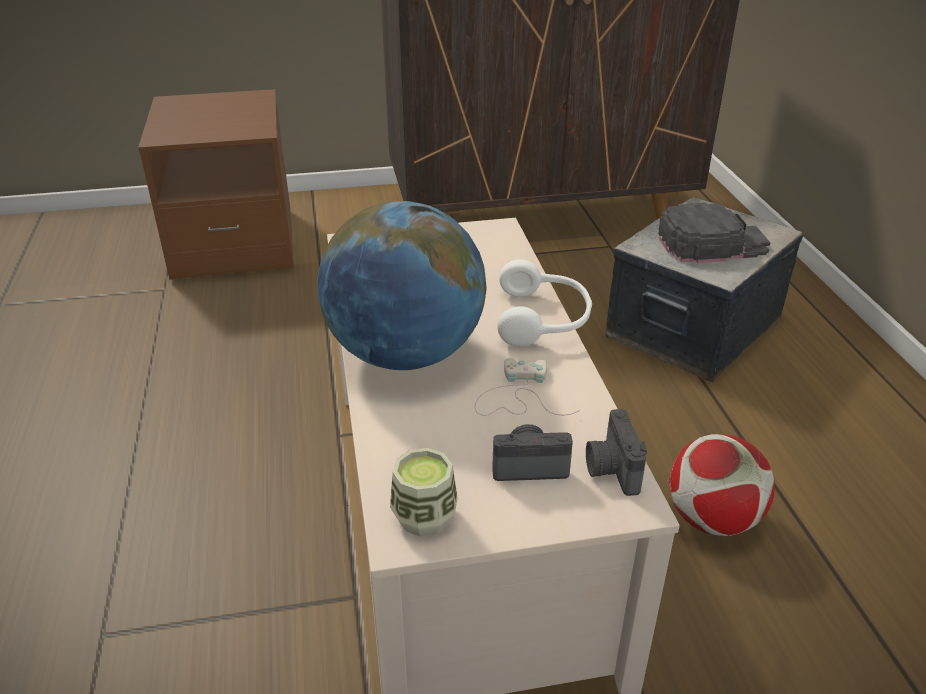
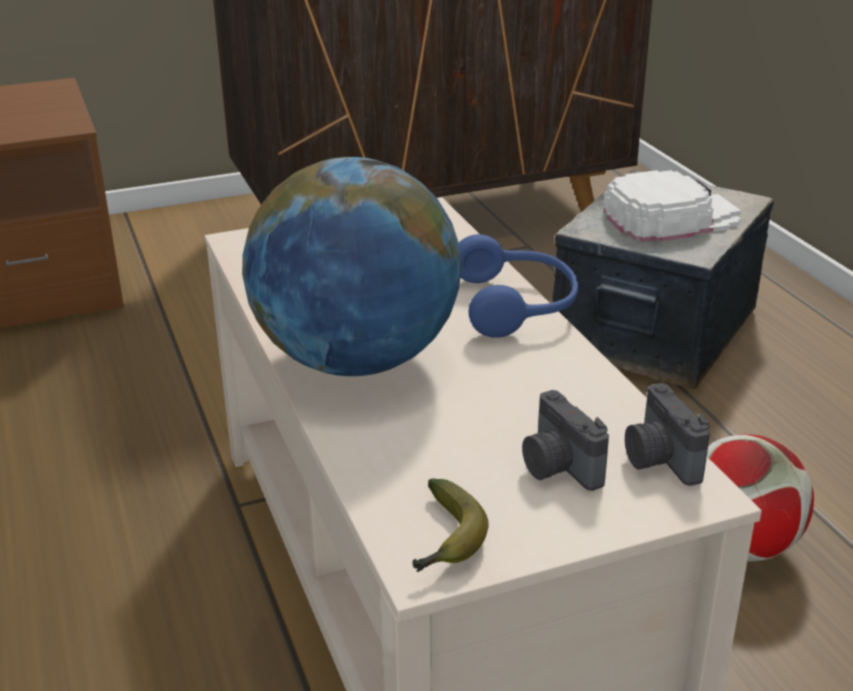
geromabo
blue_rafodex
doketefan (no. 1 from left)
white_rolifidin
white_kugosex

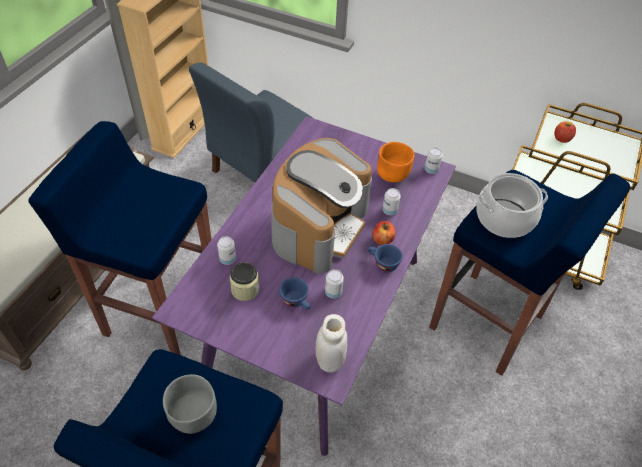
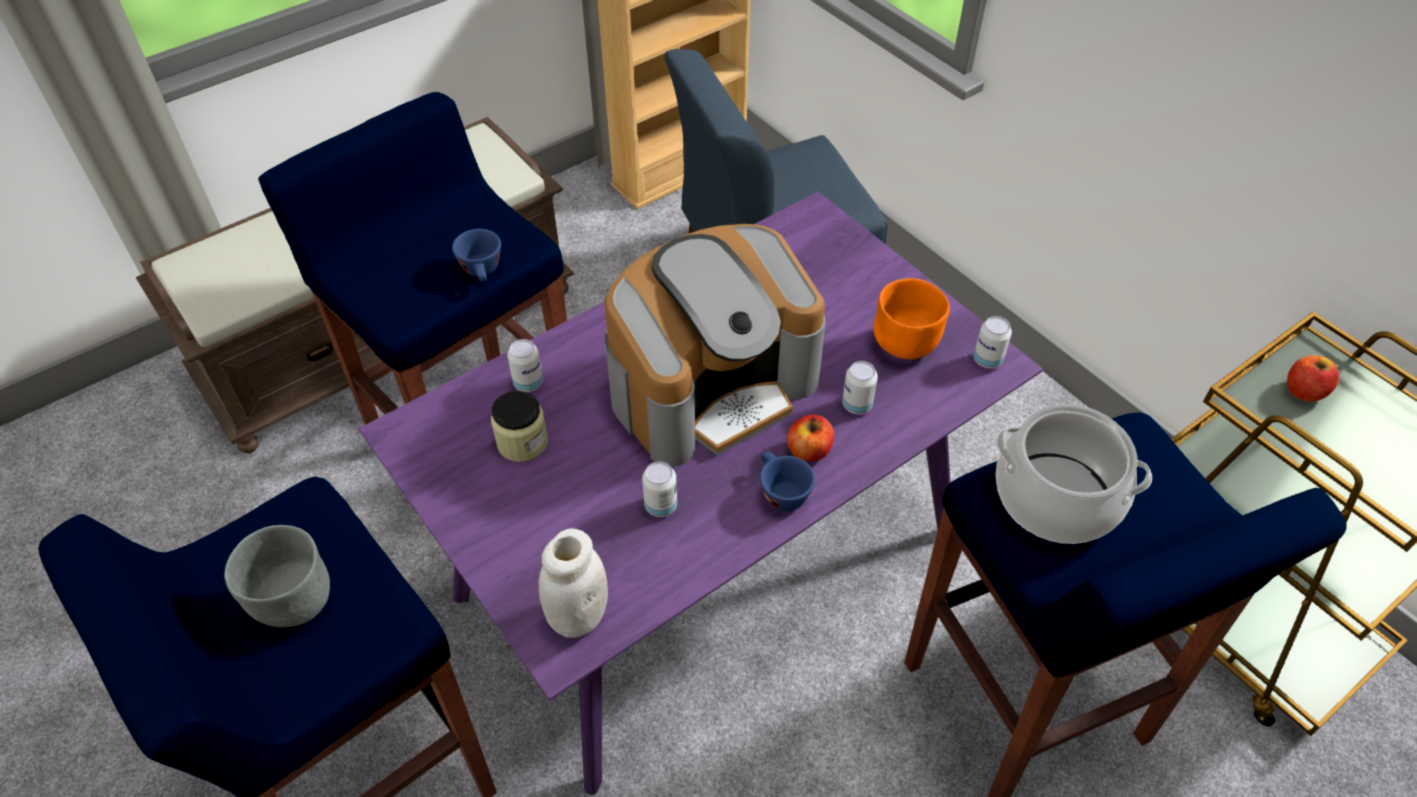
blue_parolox (no. 1 from left)

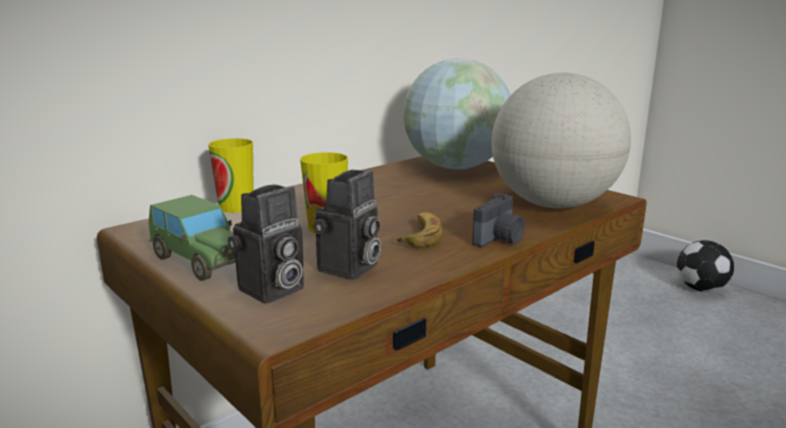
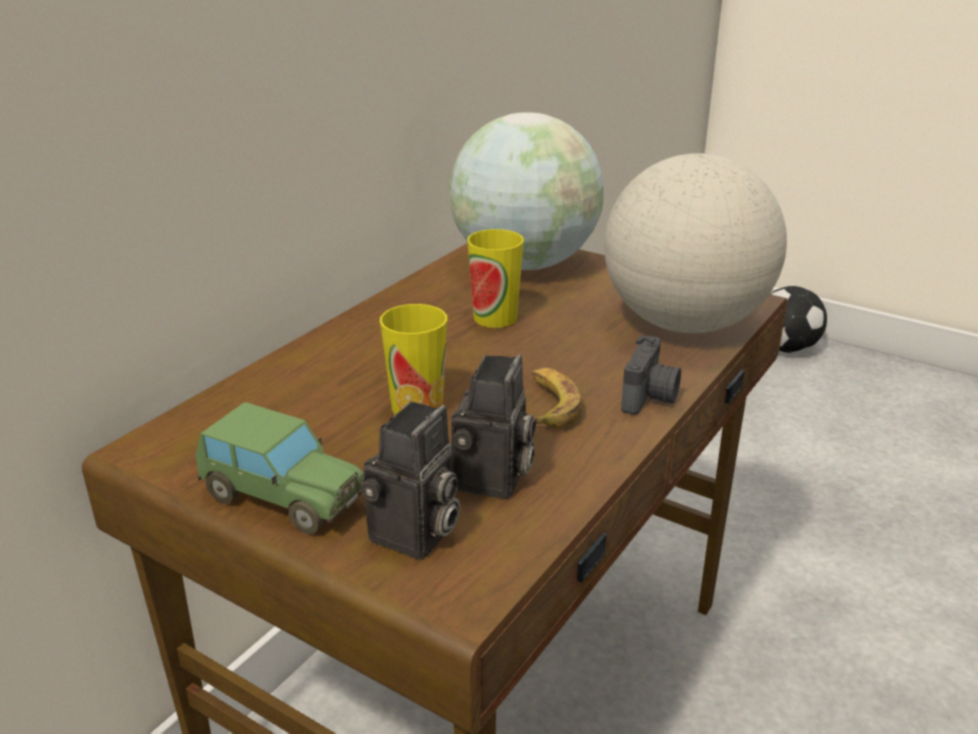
parolox (no. 2 from left)

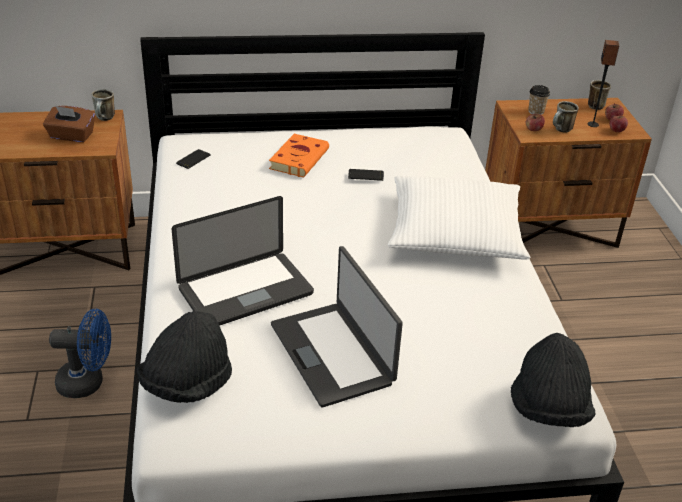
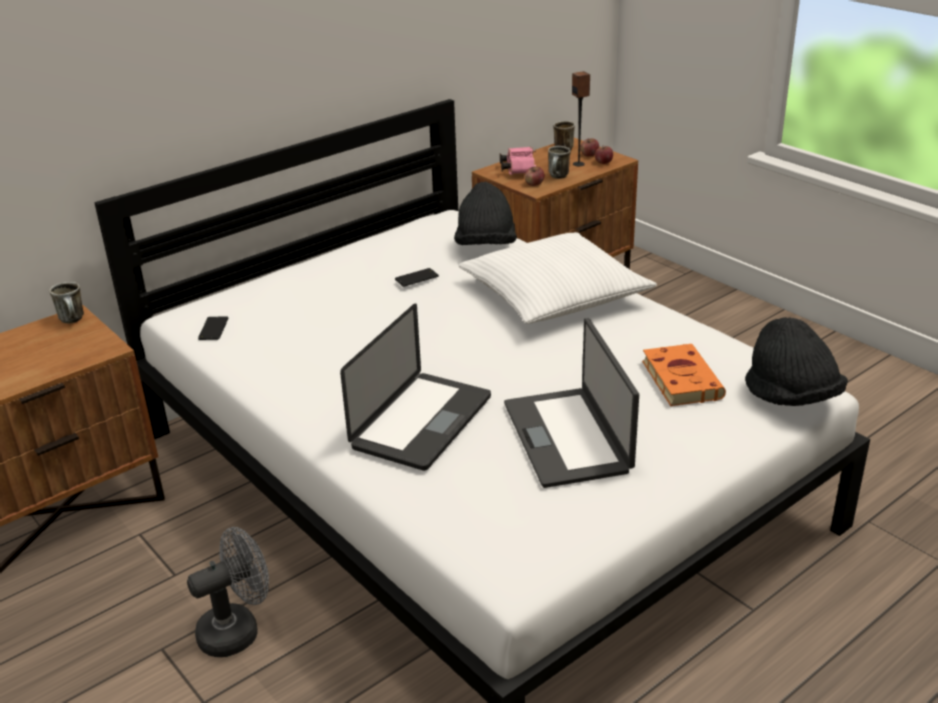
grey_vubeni
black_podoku (no. 1 from left)
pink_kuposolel
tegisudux (no. 2 from left)
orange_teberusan
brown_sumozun

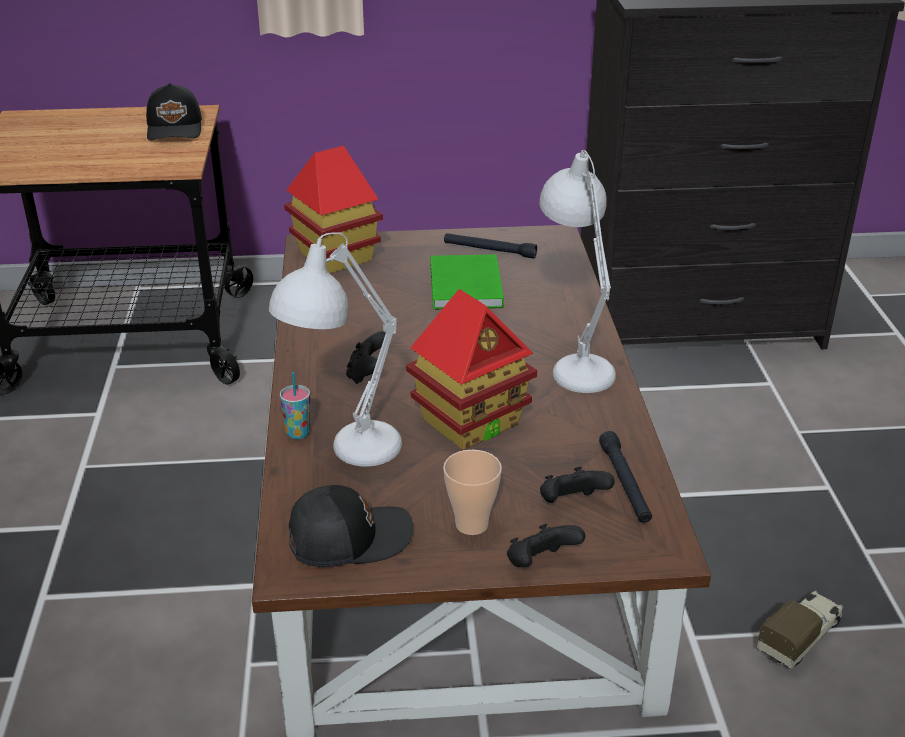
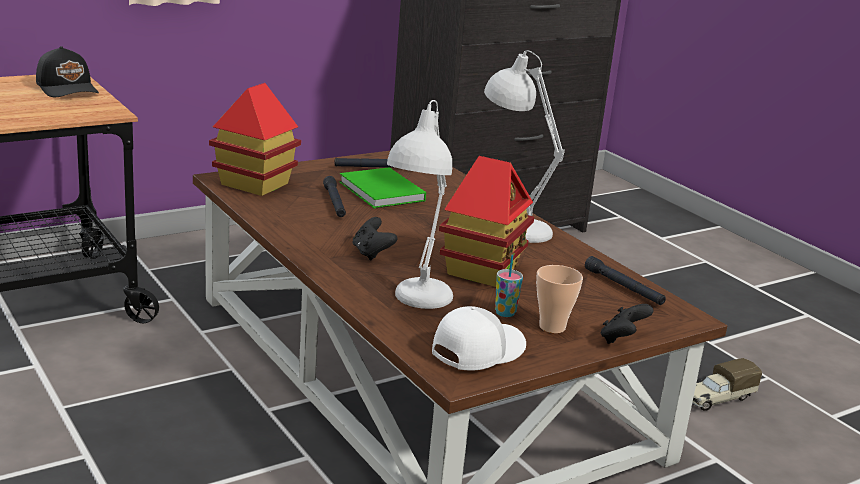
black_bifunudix (no. 1 from left)
white_rolifidin
parolox (no. 1 from left)
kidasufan
black_kugosex (no. 3 from left in the first image)

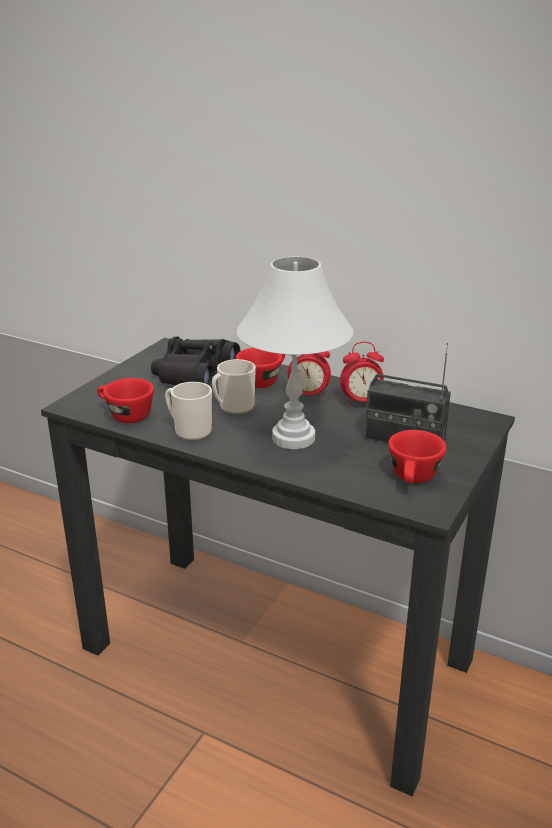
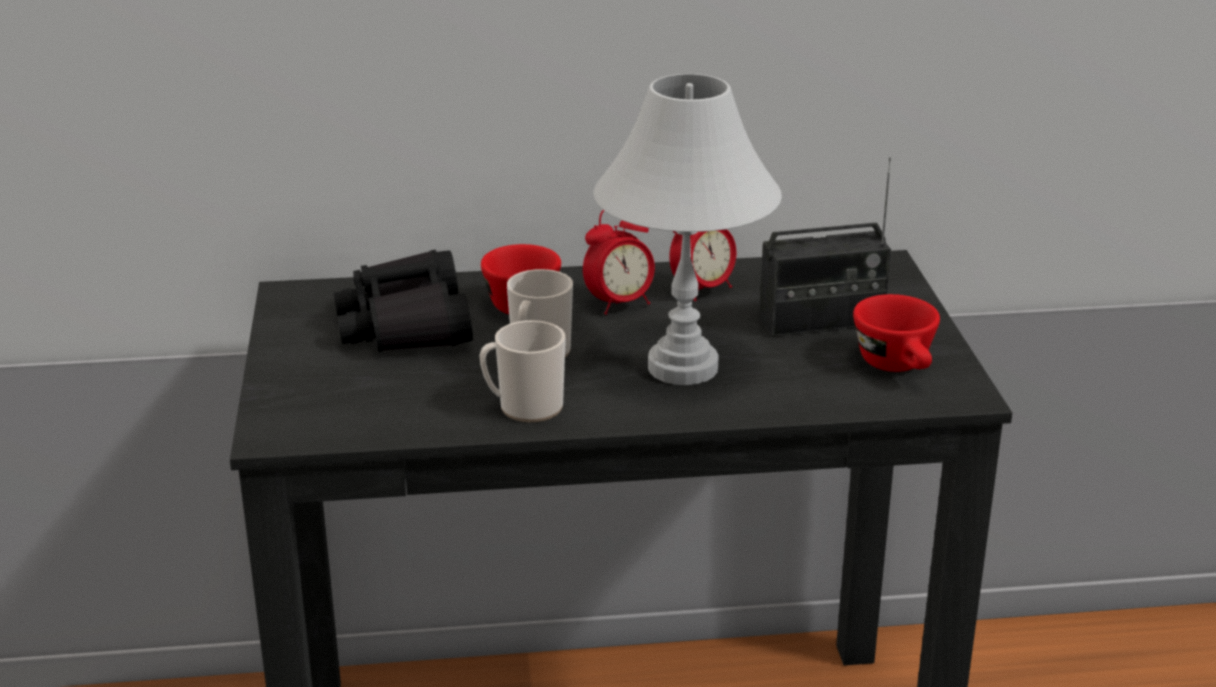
red_parolox (no. 1 from left in the first image)

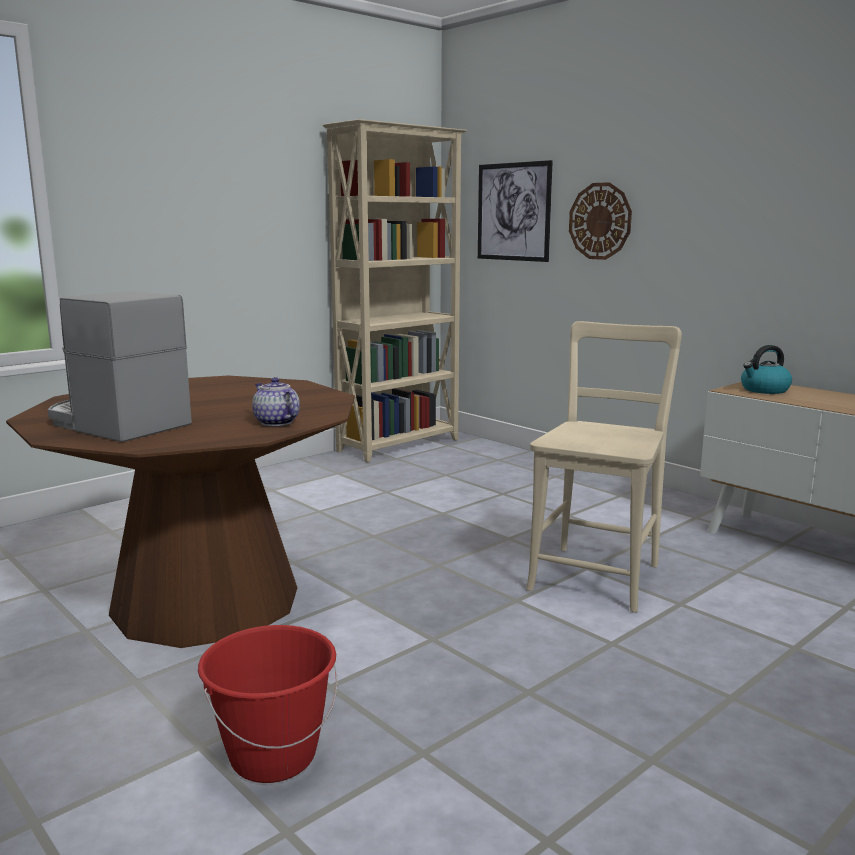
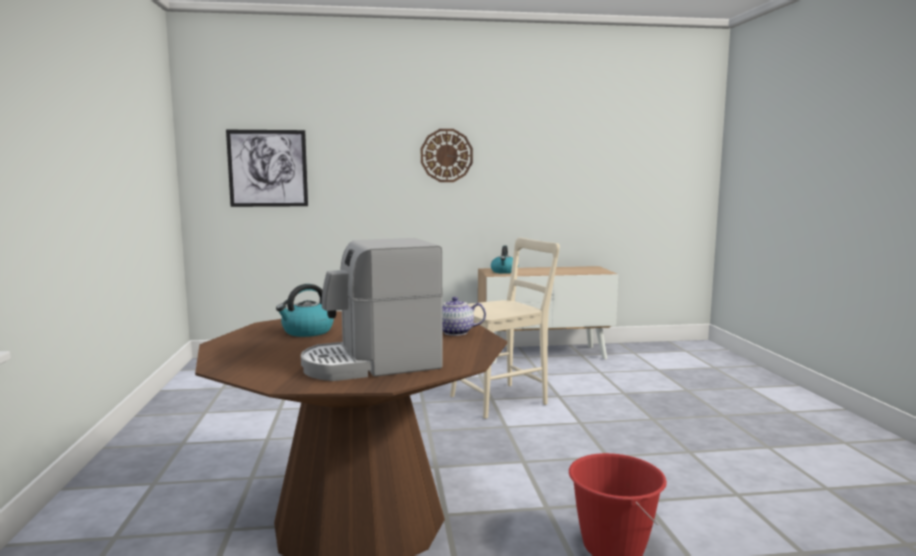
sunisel (no. 1 from left)
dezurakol
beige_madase
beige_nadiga

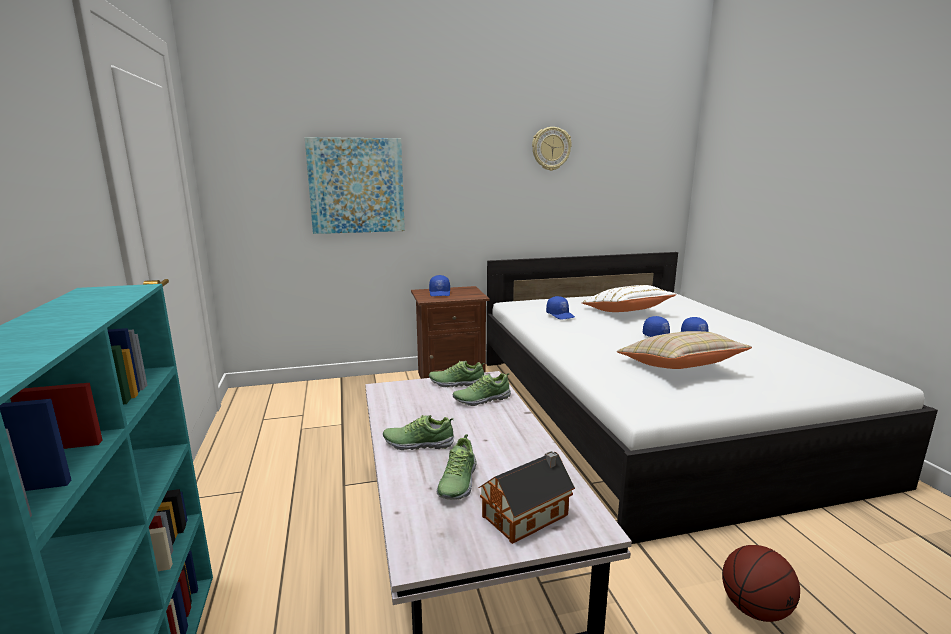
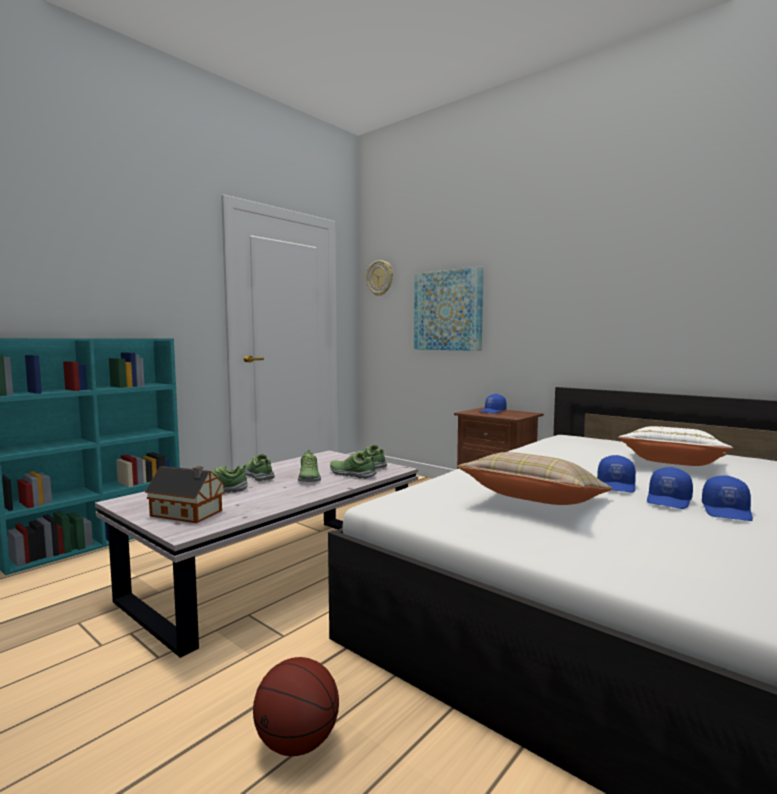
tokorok (no. 3 from left)
dezurakol
blue_rolifidin (no. 4 from left)

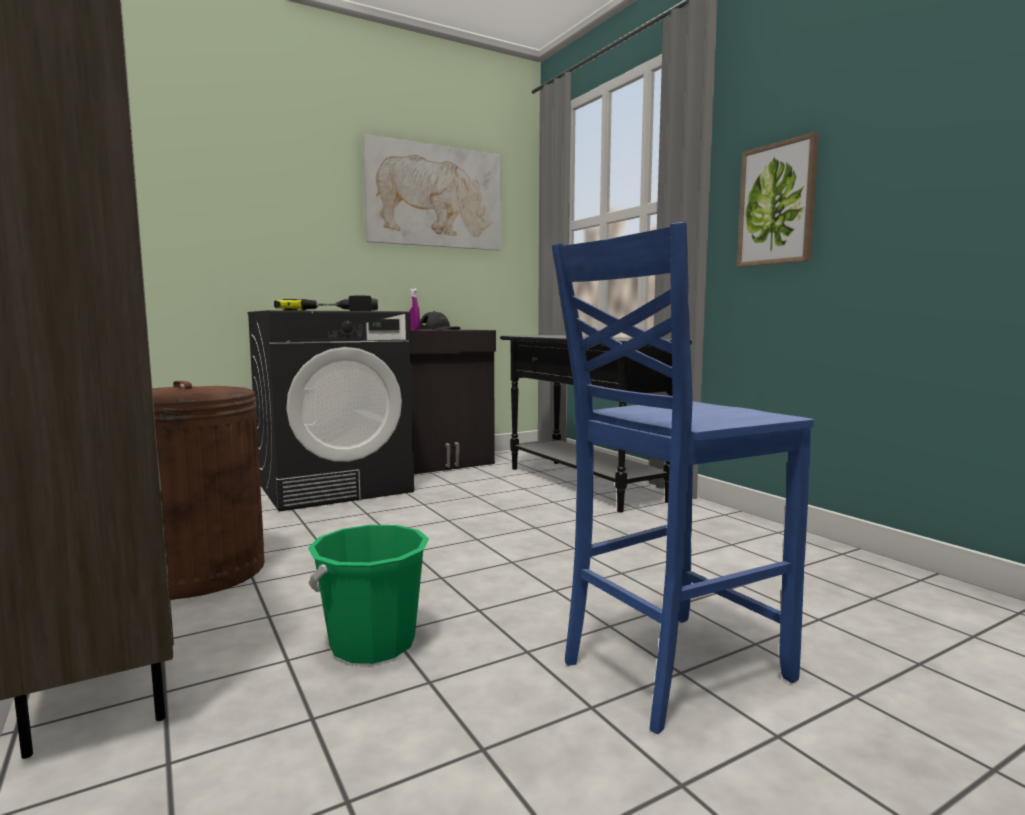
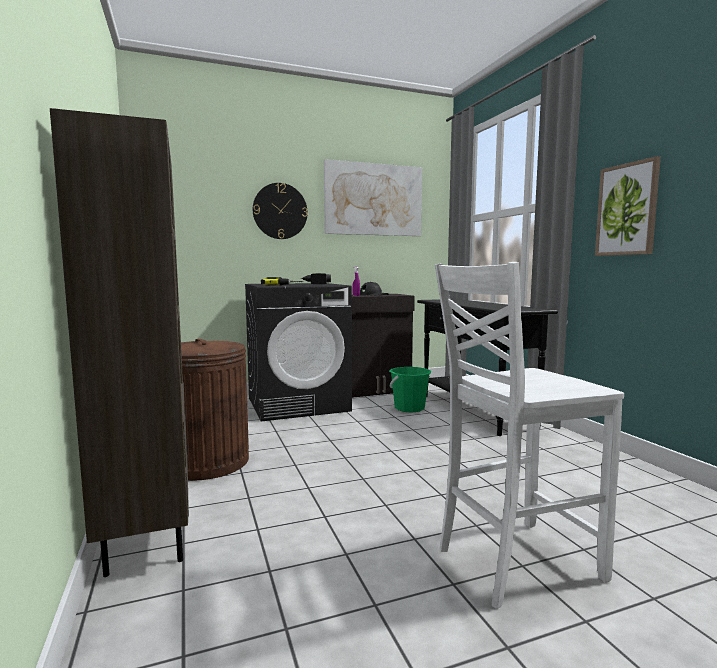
dezurakol
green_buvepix
white_madase

